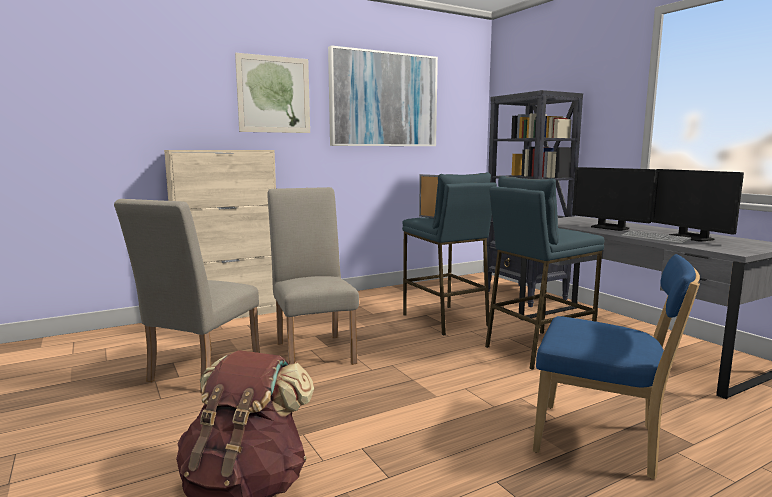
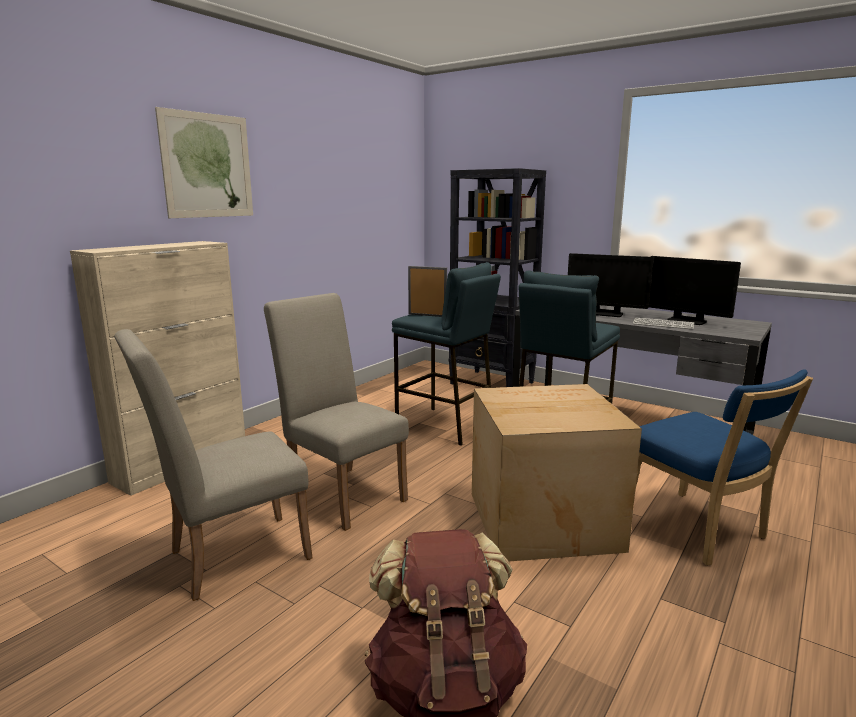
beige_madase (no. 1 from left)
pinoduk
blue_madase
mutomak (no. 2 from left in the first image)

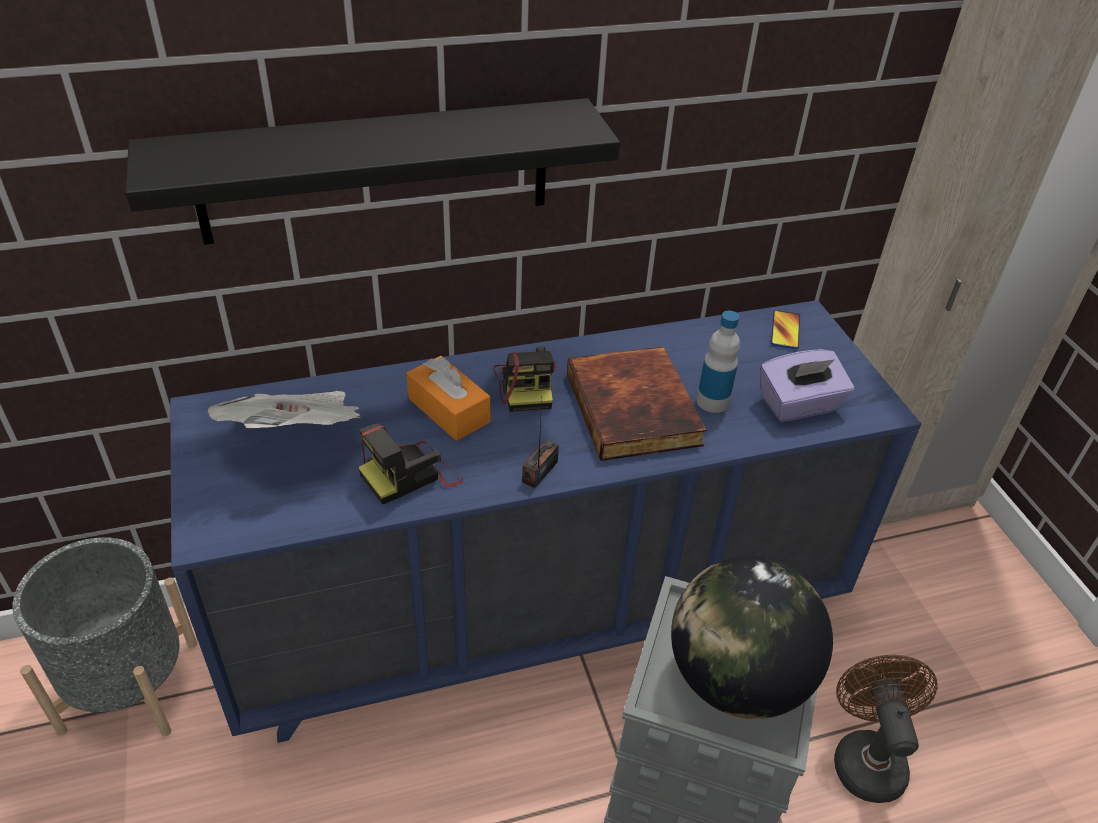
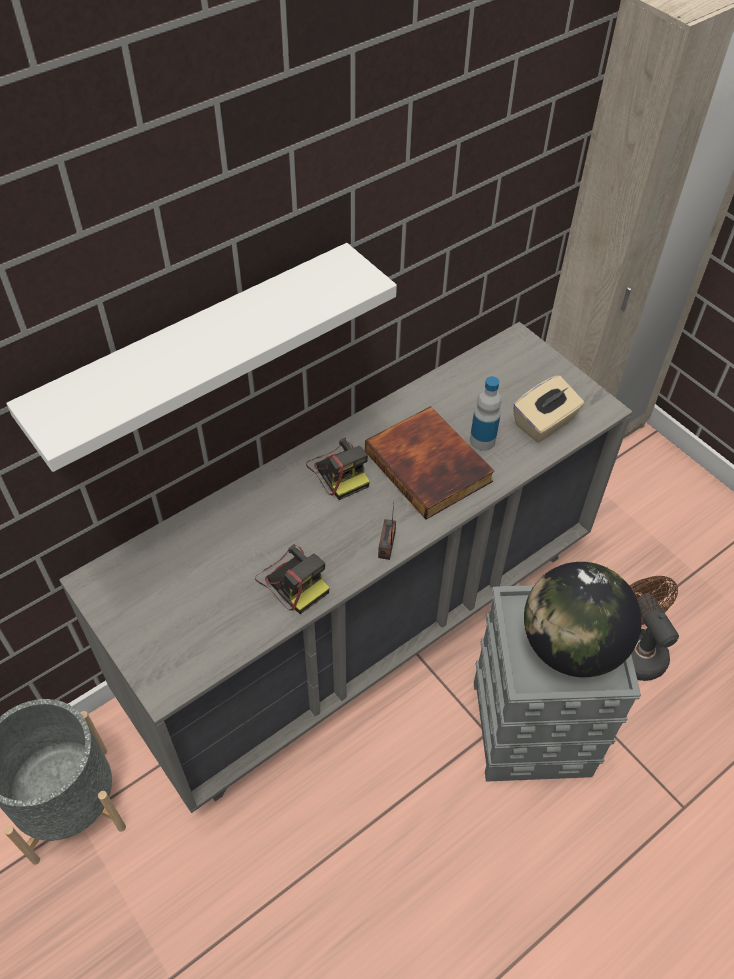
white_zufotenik
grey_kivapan
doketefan (no. 1 from left)
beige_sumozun
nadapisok
orange_sumozun
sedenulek

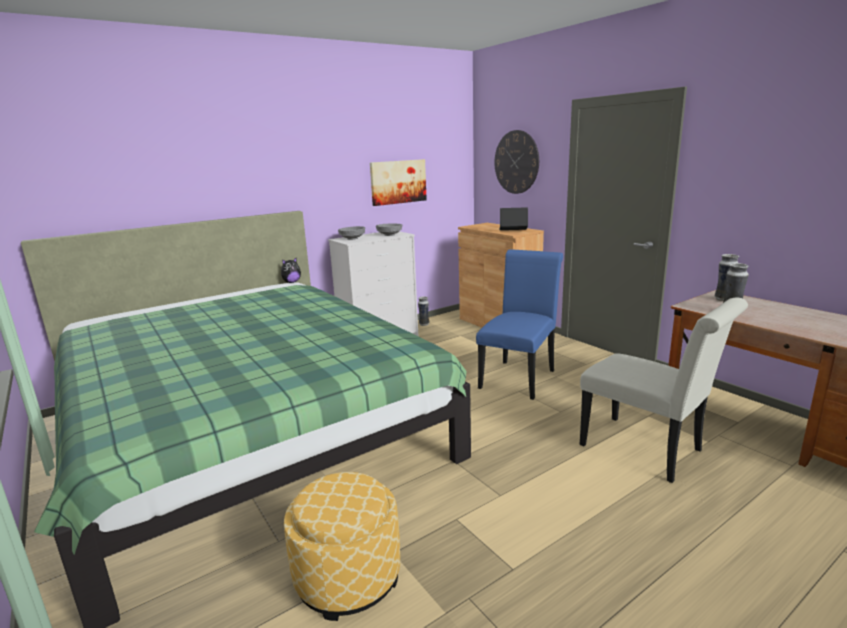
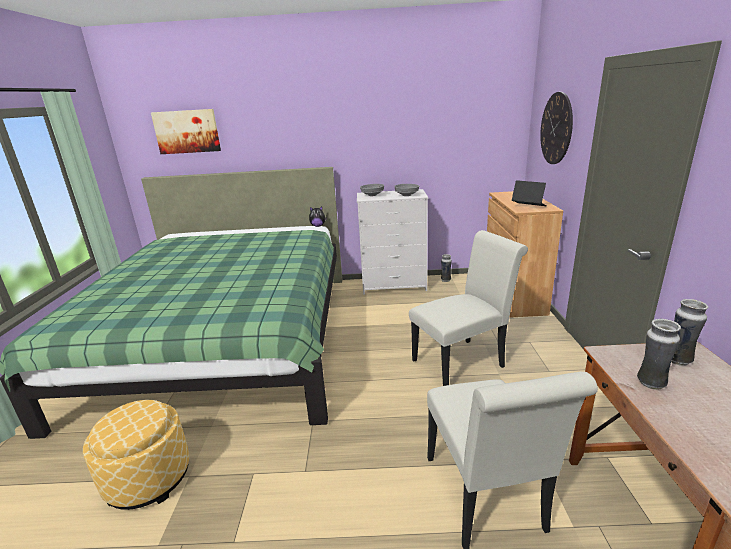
mutomak
white_madase (no. 1 from left)

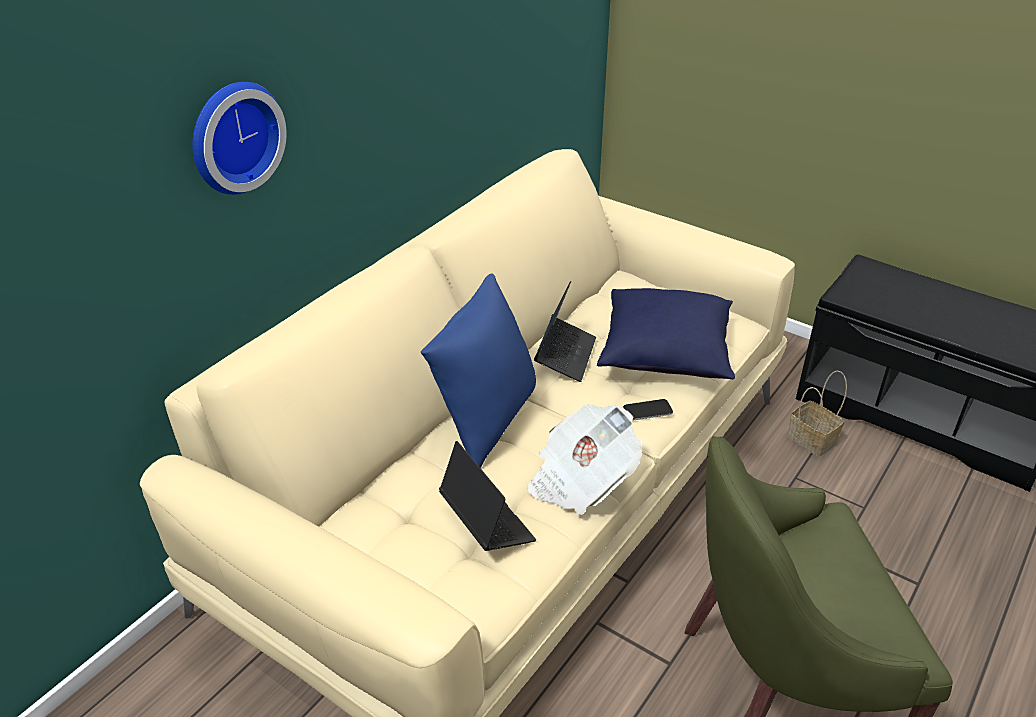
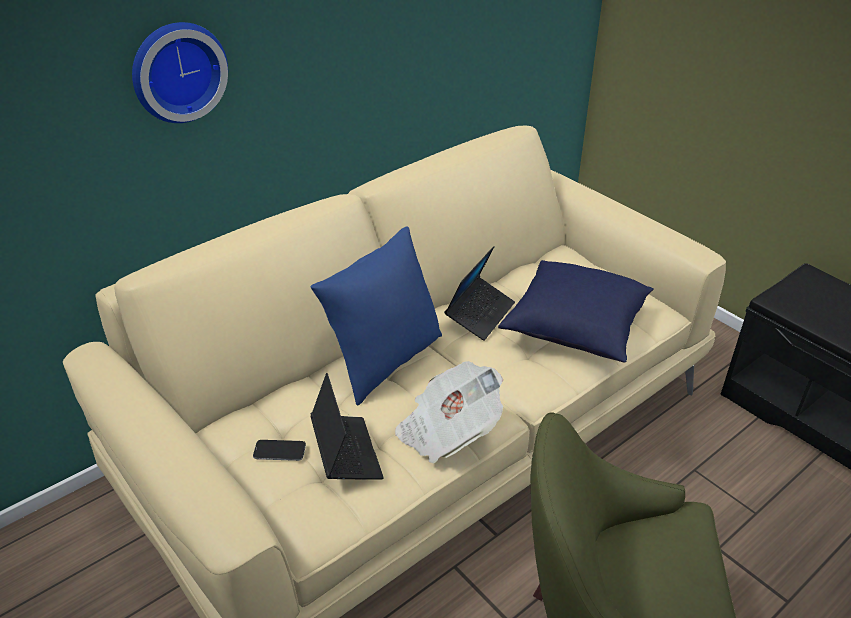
sedenulek
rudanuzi

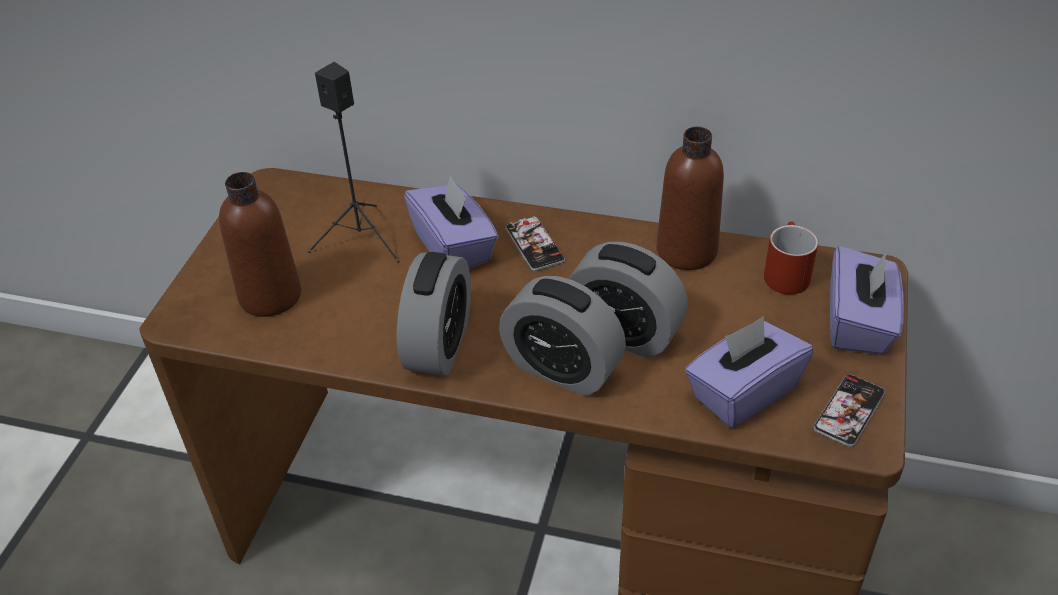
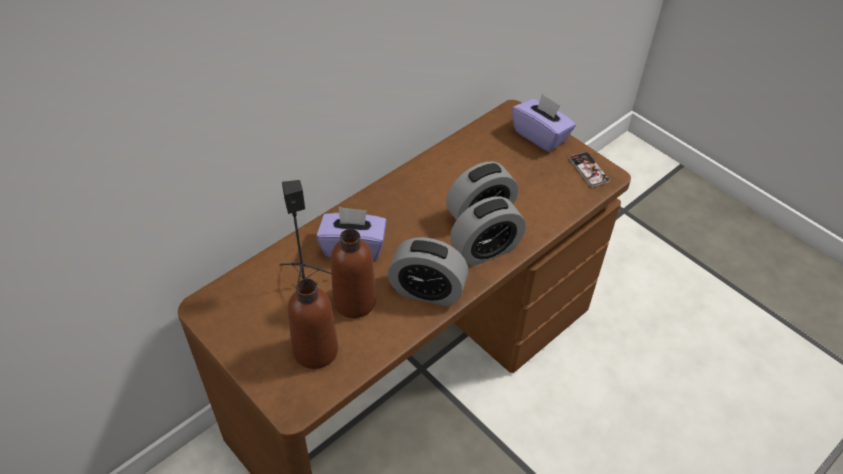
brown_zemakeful (no. 2 from left)
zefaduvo (no. 1 from left)
sedenulek (no. 1 from left in the first image)
purple_sumozun (no. 2 from left in the first image)
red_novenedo

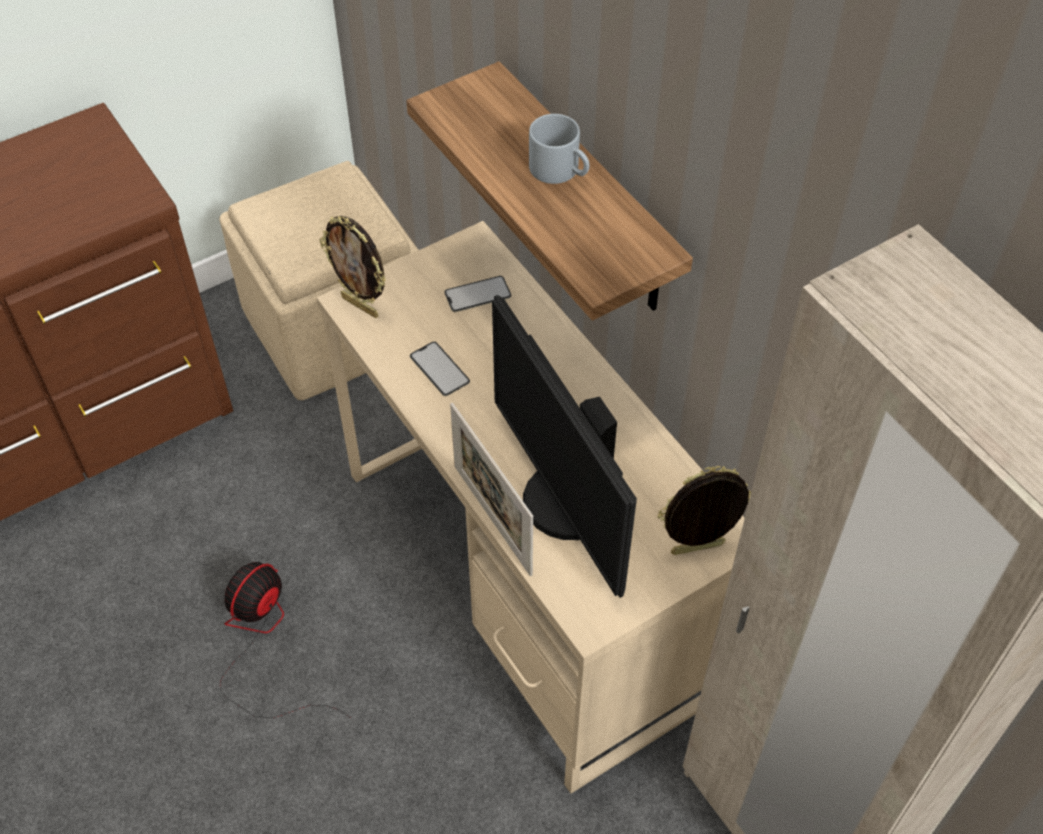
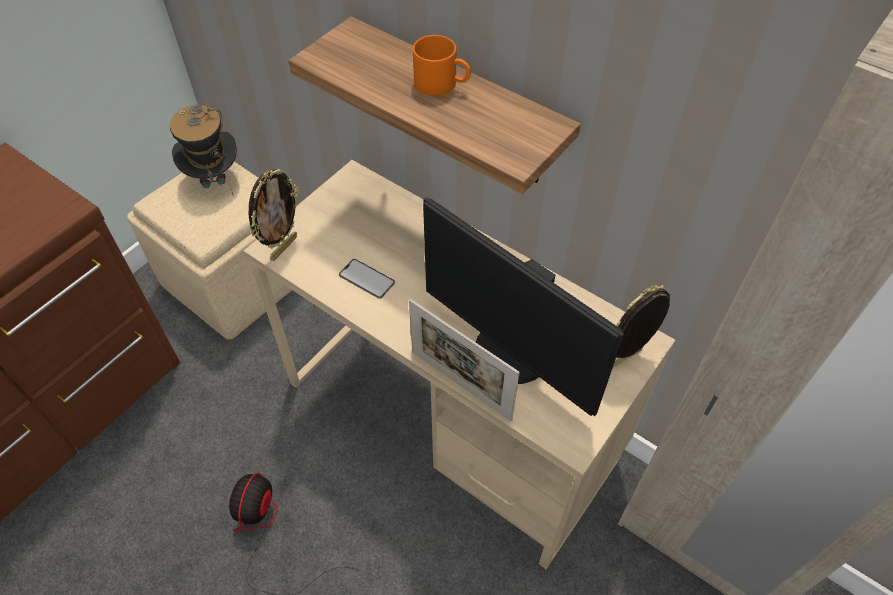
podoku
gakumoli (no. 1 from left)
orange_novenedo
sedenulek (no. 2 from left in the first image)

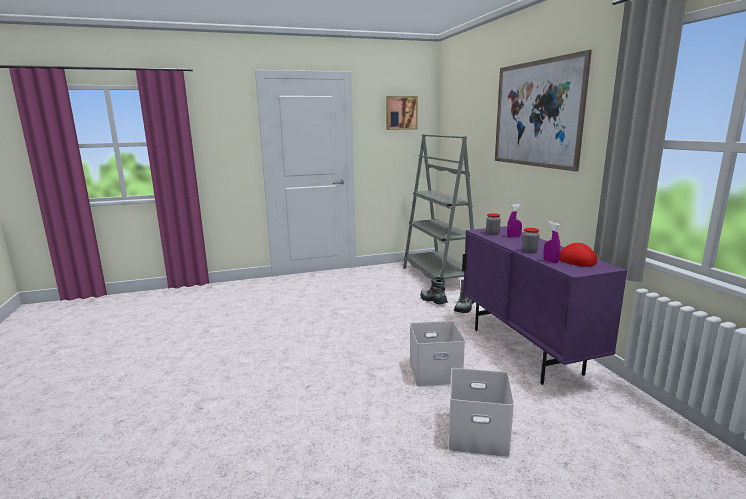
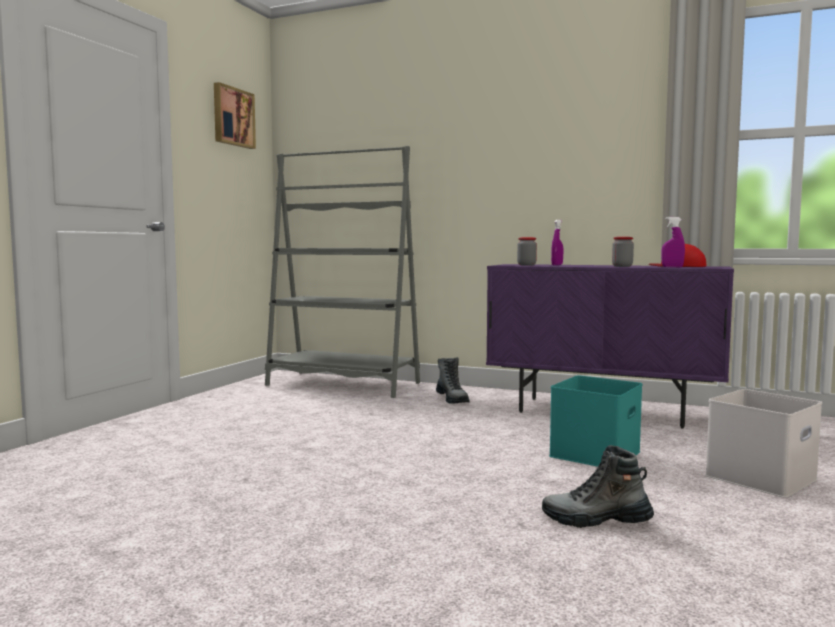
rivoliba (no. 2 from left)
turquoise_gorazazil
mutomak (no. 2 from left in the first image)

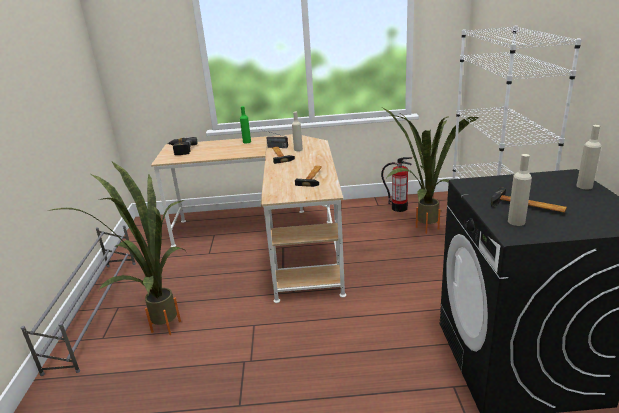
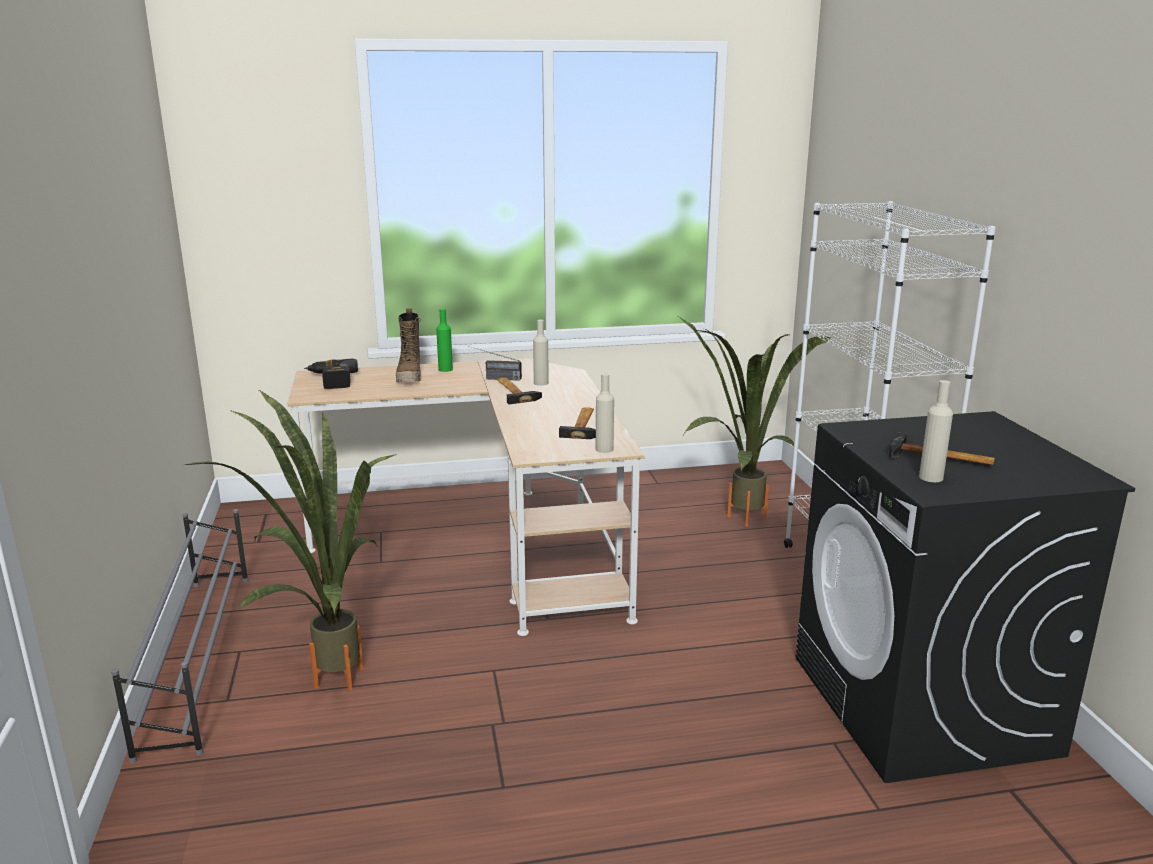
rivoliba
beige_zemakeful (no. 2 from left)
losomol

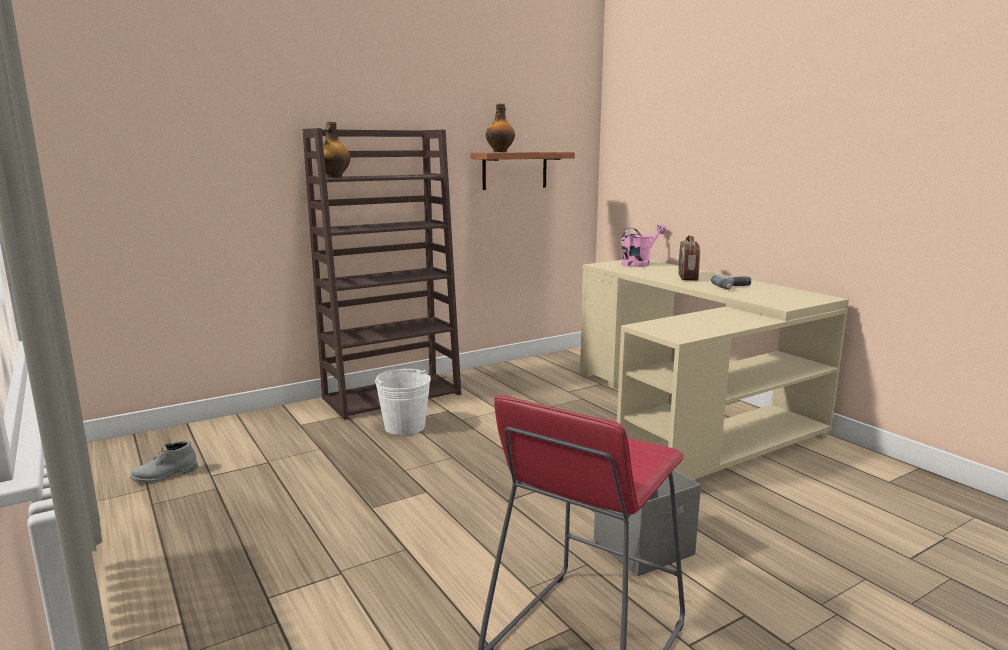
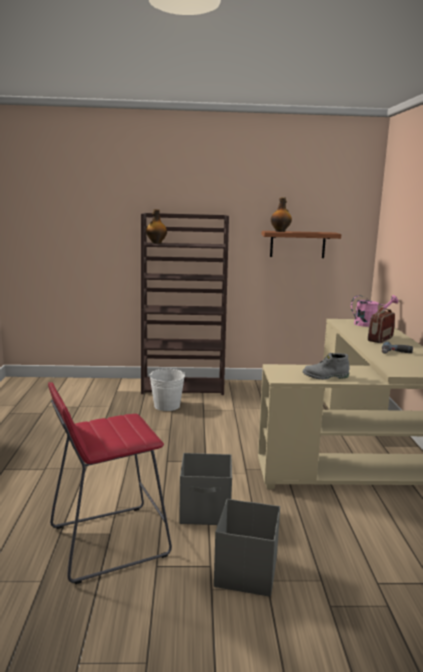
grey_gorazazil (no. 2 from left)
grey_rivoliba

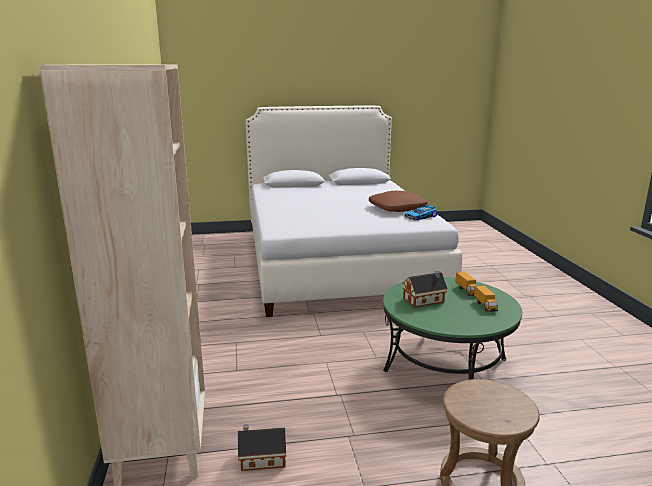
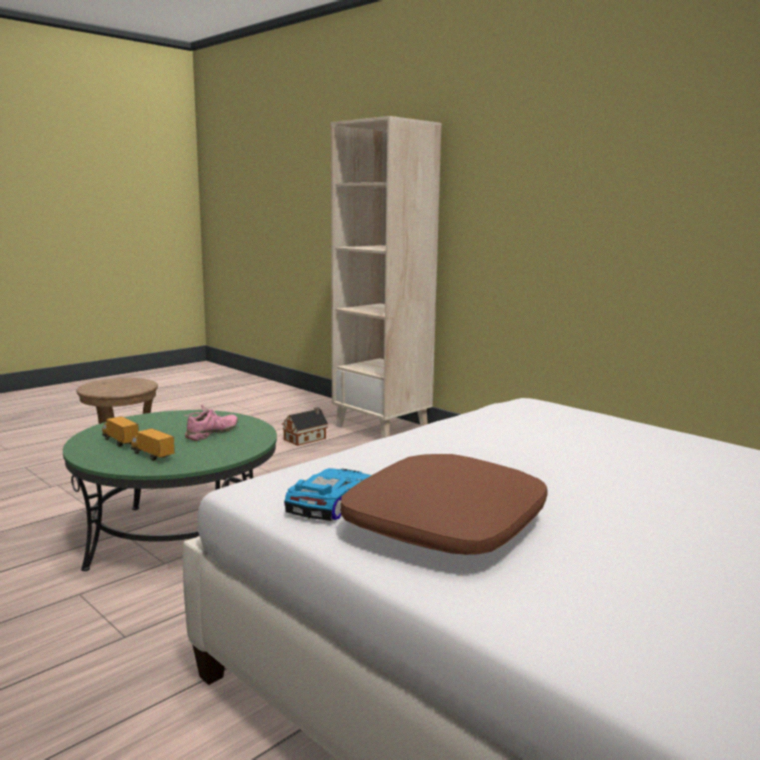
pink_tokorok

